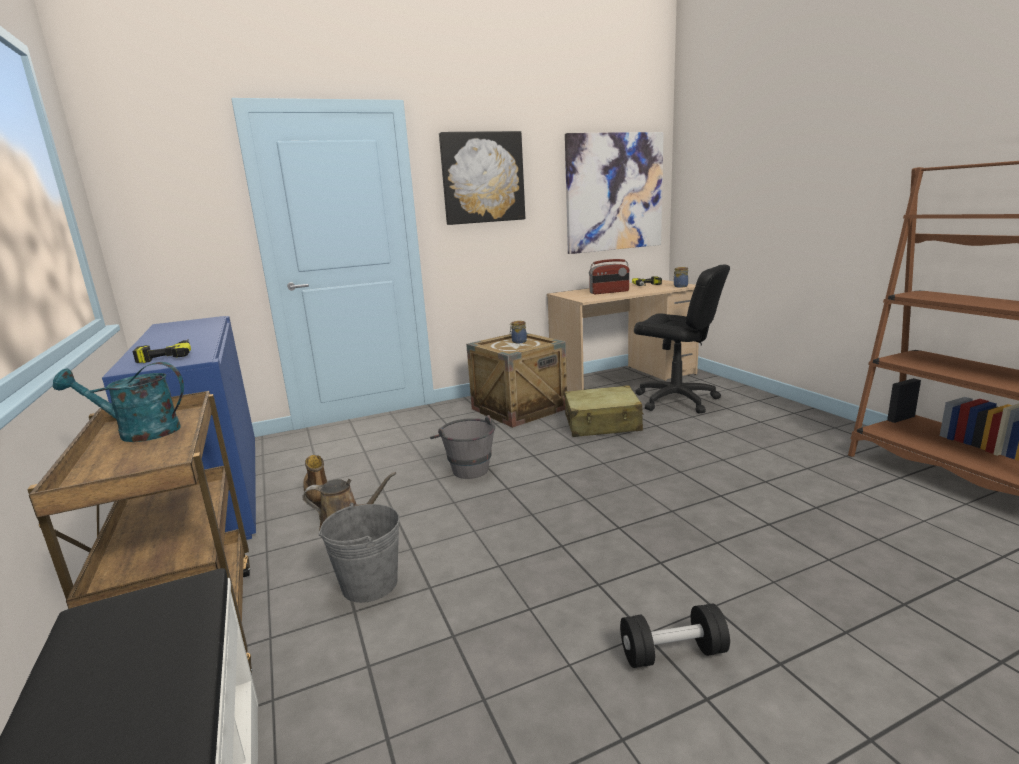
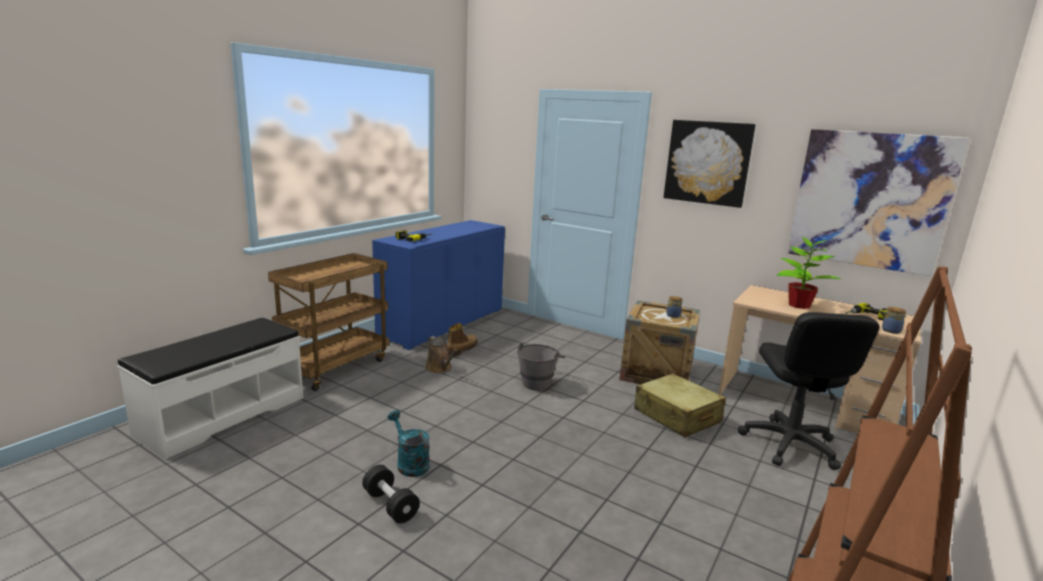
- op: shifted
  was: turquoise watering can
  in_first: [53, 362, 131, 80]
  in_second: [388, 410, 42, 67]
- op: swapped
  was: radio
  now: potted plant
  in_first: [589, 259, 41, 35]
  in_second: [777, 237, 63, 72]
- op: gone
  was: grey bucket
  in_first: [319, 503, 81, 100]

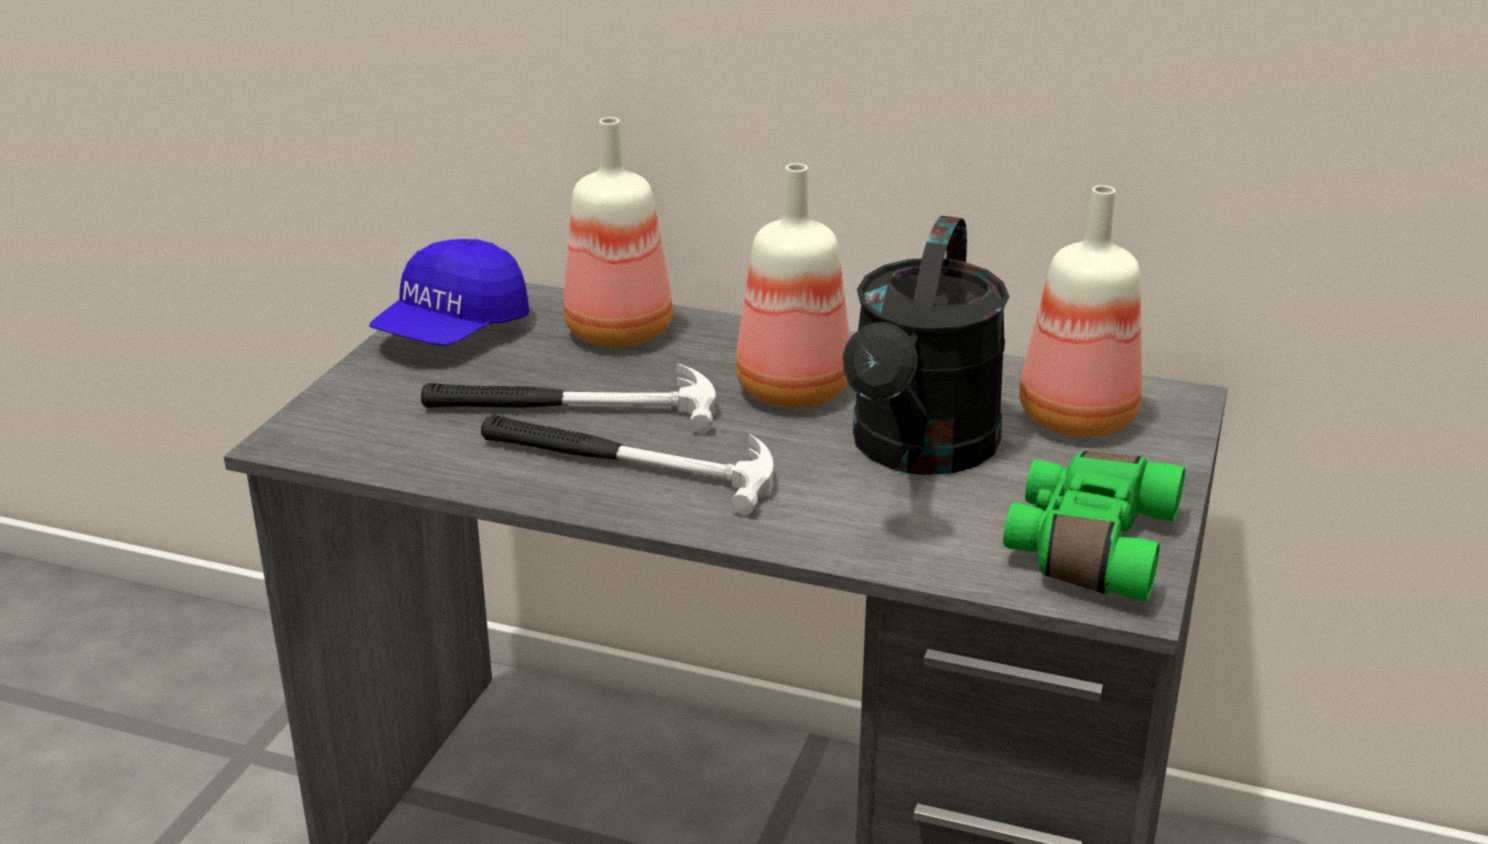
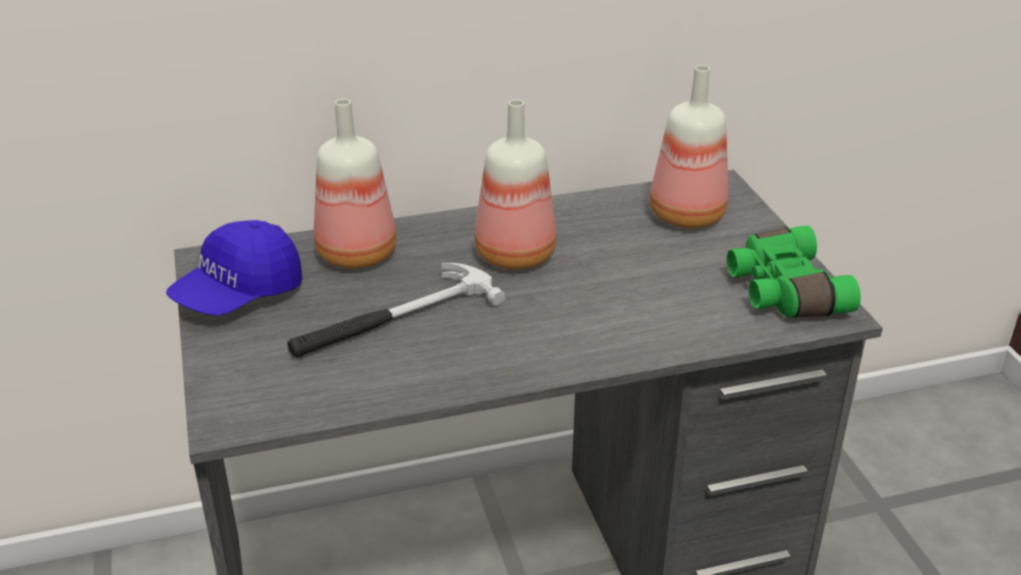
- op: rotated
  was: blue cap
  in_first: [369, 239, 160, 107]
  in_second: [166, 220, 137, 96]
  clockwise: 45
- op: gone
  was: hammer
  in_first: [481, 415, 292, 101]
- op: gone
  was: black watering can
  in_first: [843, 216, 166, 259]

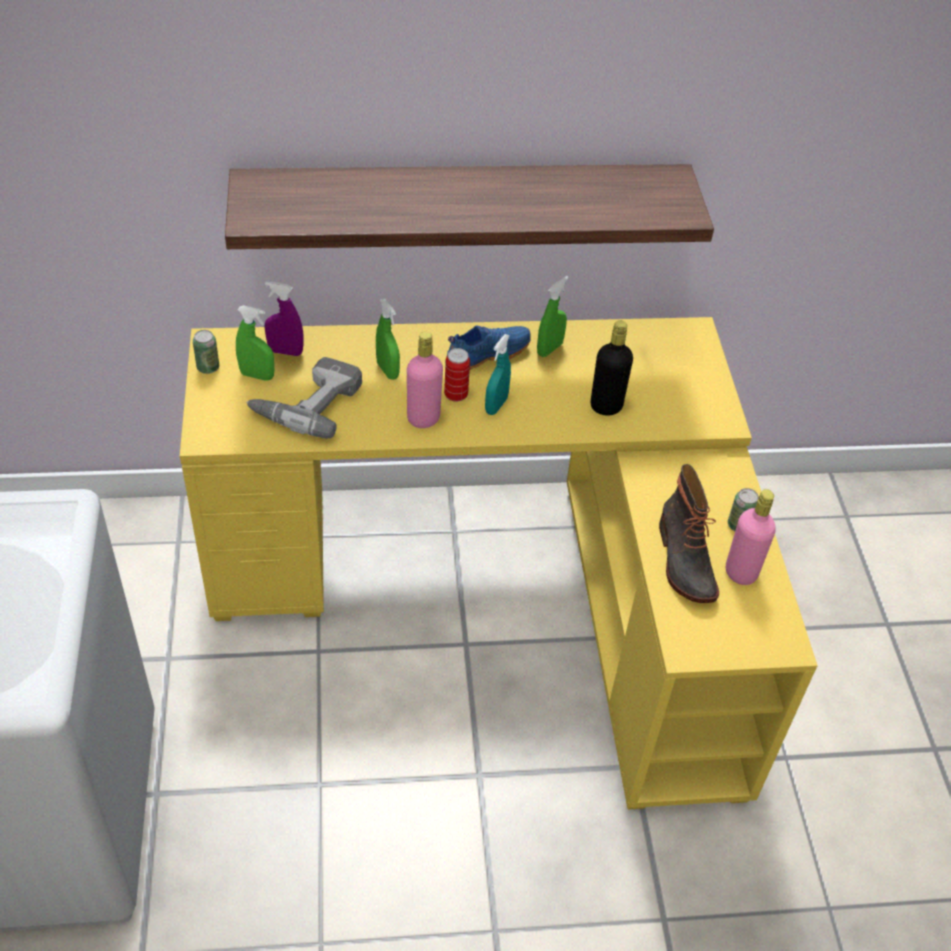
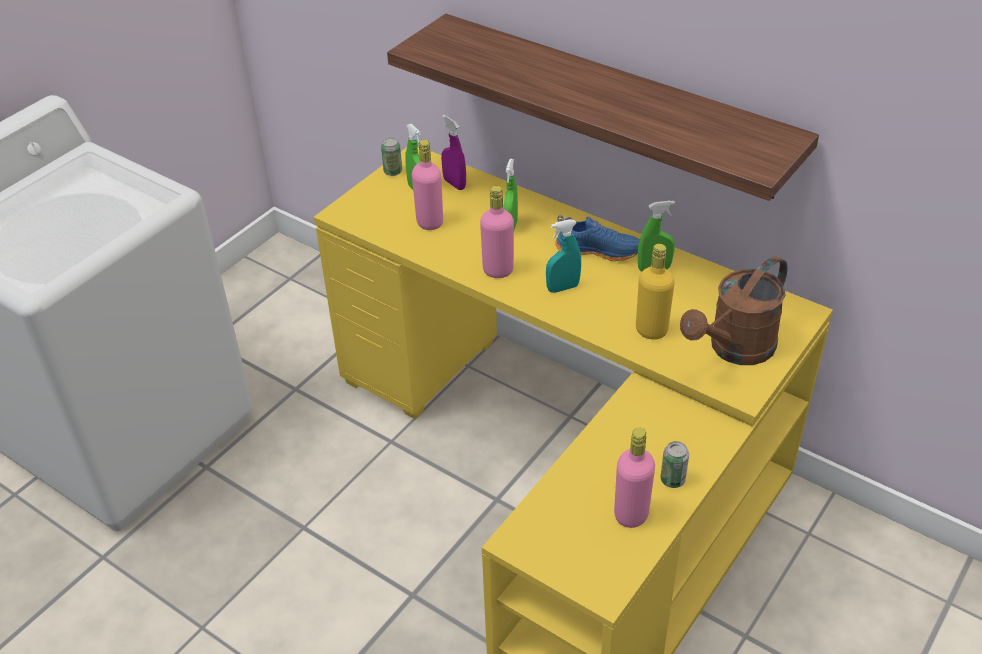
- op: swapped
  was: power drill
  now: pink bottle
  in_first: [246, 357, 116, 82]
  in_second: [412, 139, 31, 91]
- op: repainted
  was: black bottle
  now: yellow bottle
  in_first: [590, 321, 43, 95]
  in_second: [636, 244, 39, 96]
- op: new
  now: brown watering can
  in_second: [680, 256, 108, 109]
- op: gone
  was: can
  in_first: [444, 348, 26, 54]
- op: gone
  was: boot
  in_first: [659, 464, 60, 139]

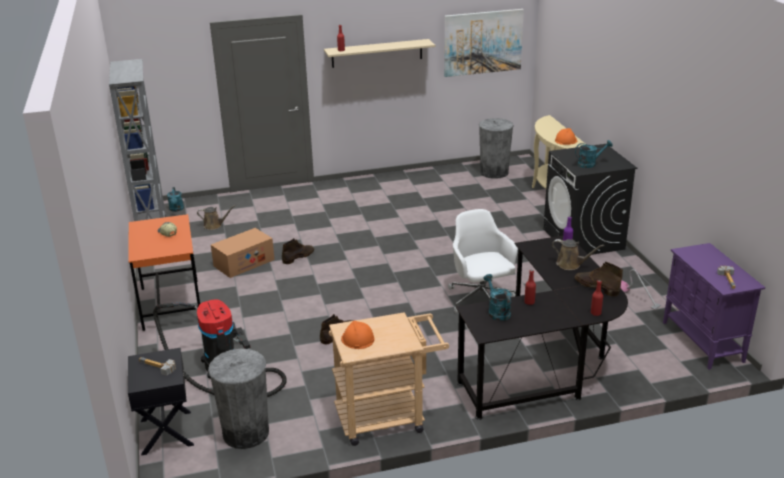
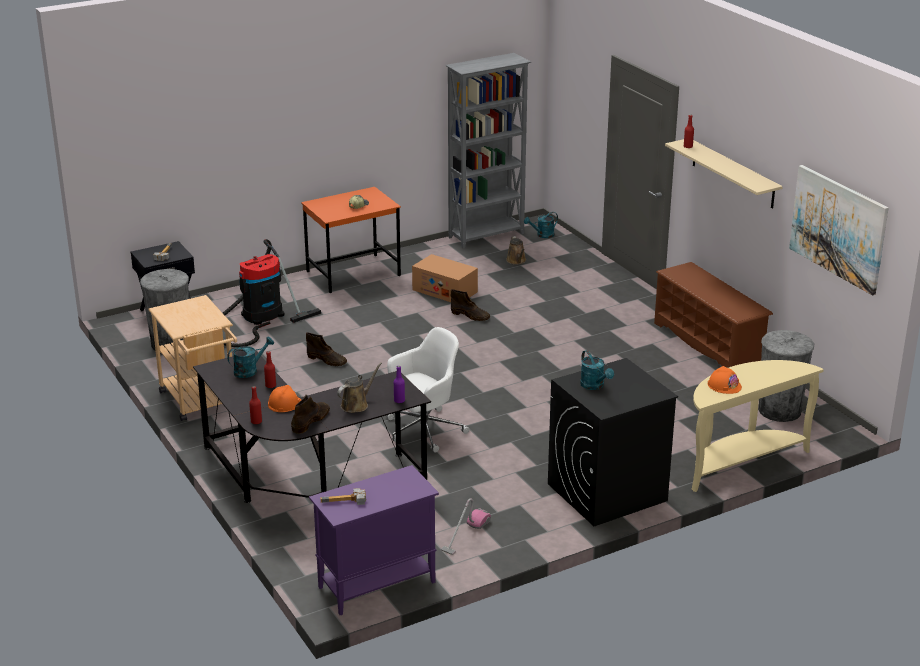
- op: shifted
  was: orange hard hat
  in_first: [341, 321, 33, 28]
  in_second: [268, 385, 33, 27]
- op: rotated
  was: brown watering can
  in_first: [552, 239, 52, 31]
  in_second: [337, 362, 45, 51]
  clockwise: -150
- op: new
  now: brown shoe rack
  in_second: [654, 262, 119, 106]

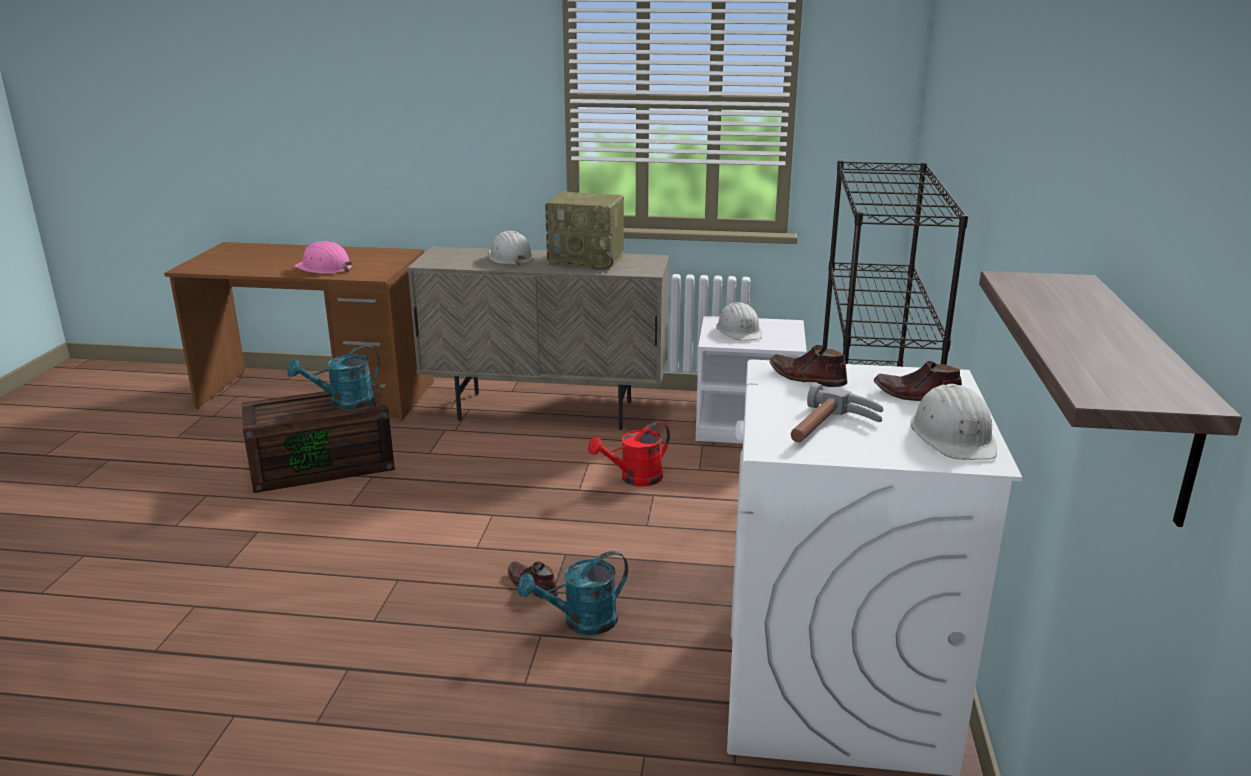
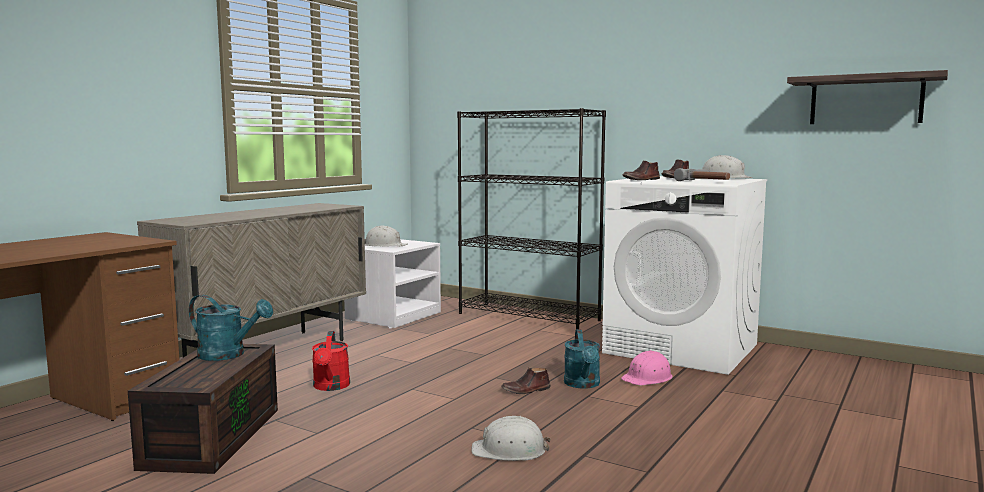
- op: rotated
  was: turquoise watering can
  in_first: [287, 345, 93, 65]
  in_second: [189, 294, 84, 67]
  clockwise: -60
- op: shifted
  was: red watering can
  in_first: [588, 421, 82, 66]
  in_second: [312, 331, 38, 60]
- op: shifted
  was: white hard hat
  in_first: [489, 231, 45, 35]
  in_second: [471, 416, 79, 45]
- op: shifted
  was: pink hard hat
  in_first: [295, 241, 57, 33]
  in_second: [621, 350, 51, 35]
- op: gone
  was: radio
  in_first: [545, 191, 79, 79]

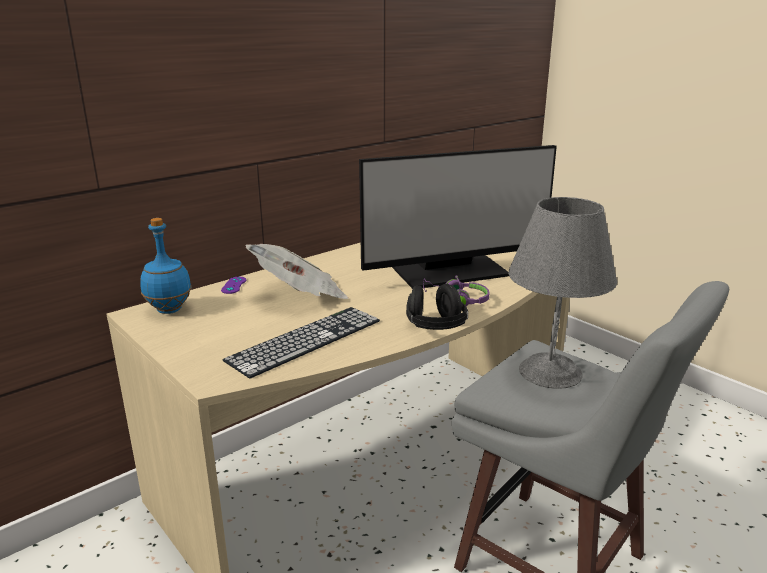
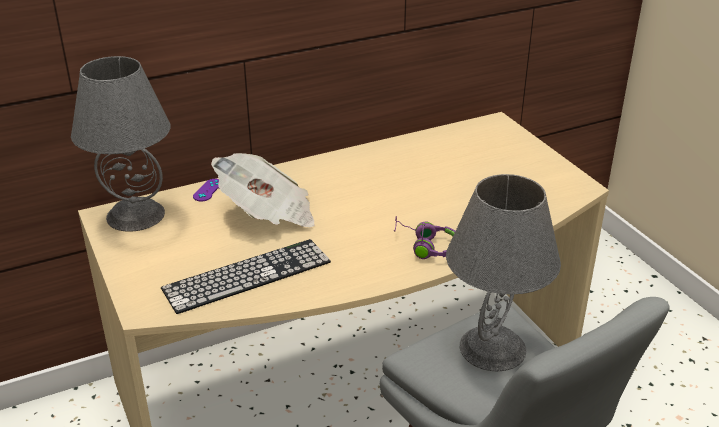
- op: swapped
  was: blue bottle
  now: grey table lamp
  in_first: [140, 218, 52, 96]
  in_second: [71, 56, 100, 176]
- op: gone
  was: monitor
  in_first: [359, 145, 198, 144]
- op: gone
  was: black headphones
  in_first: [406, 284, 62, 46]

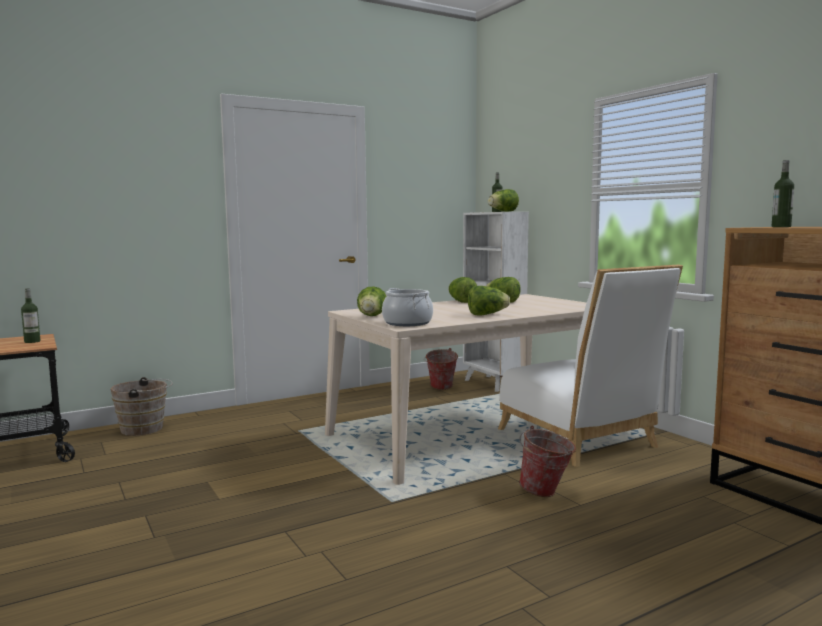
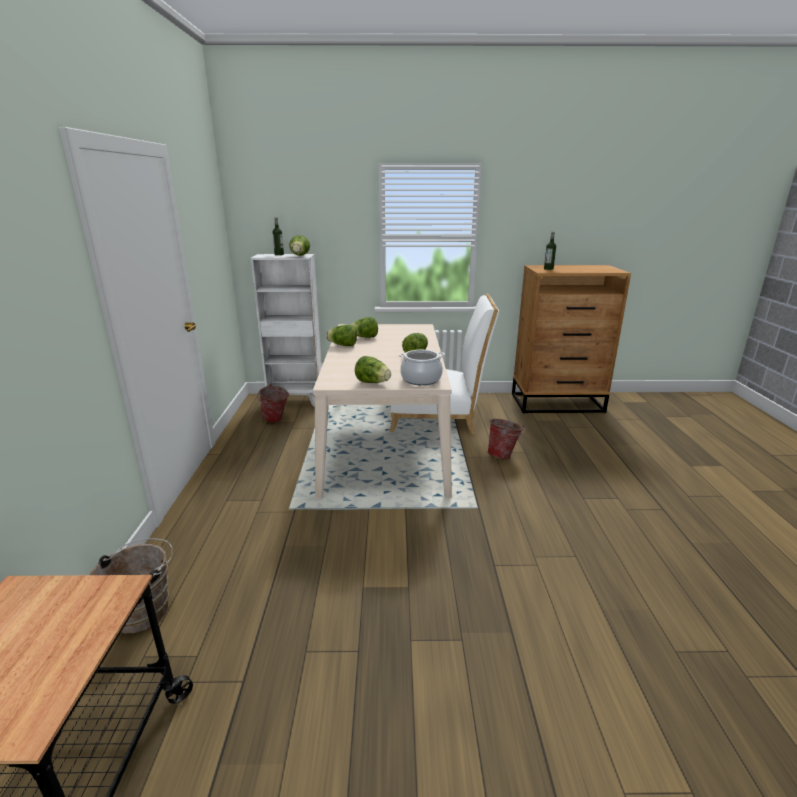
- op: gone
  was: bottle
  in_first: [21, 288, 19, 55]

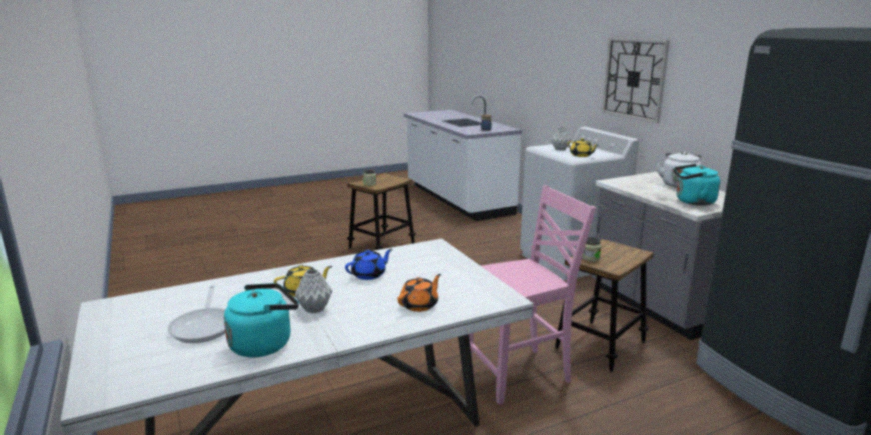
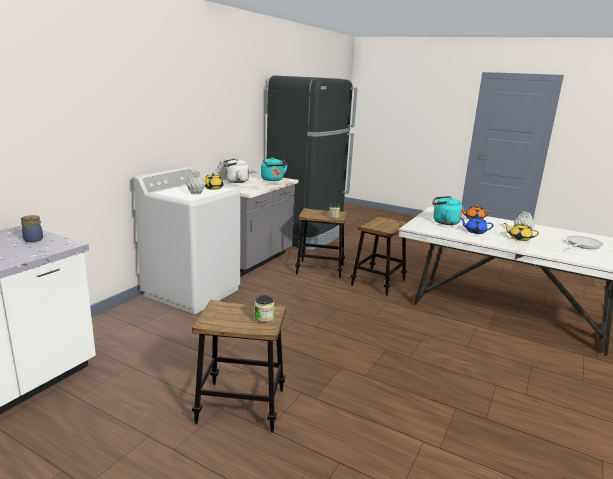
- op: swapped
  was: pink chair
  now: stool
  in_first: [469, 185, 127, 220]
  in_second: [351, 216, 57, 80]
- op: shifted
  was: turquoise kettle
  in_first: [224, 283, 75, 74]
  in_second: [432, 196, 31, 29]
- op: gone
  was: wall clock
  in_first: [602, 38, 68, 85]

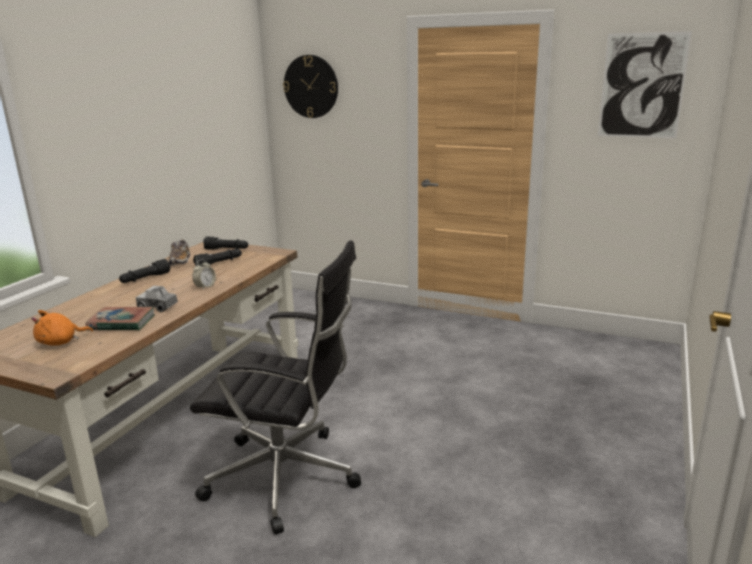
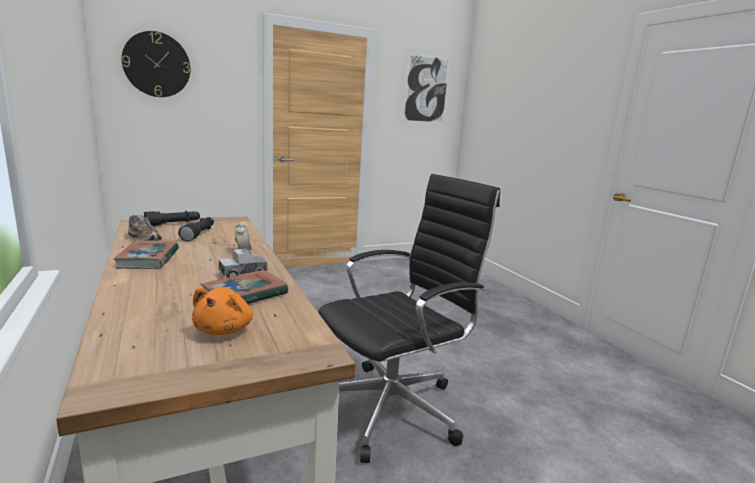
- op: swapped
  was: black flashlight
  now: book
  in_first: [119, 259, 52, 24]
  in_second: [113, 240, 66, 29]

